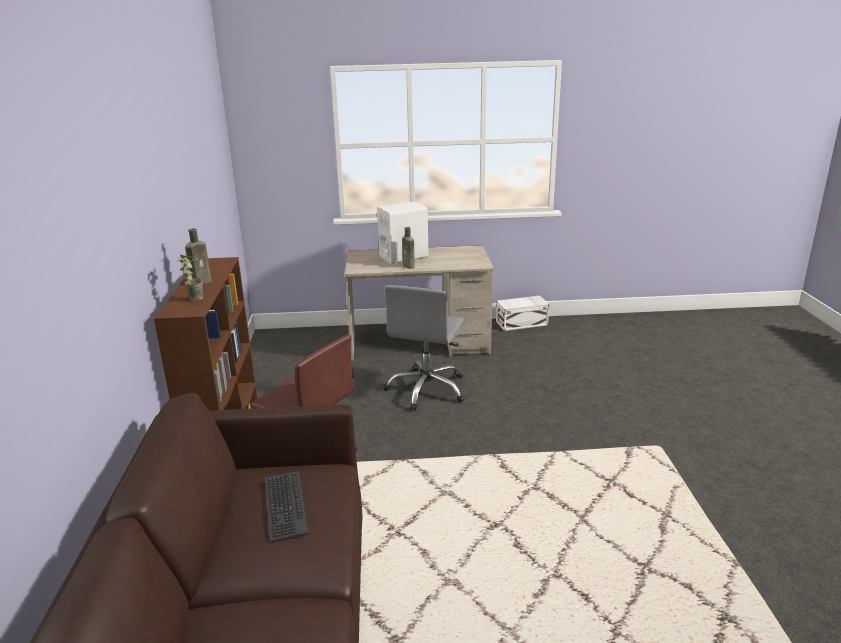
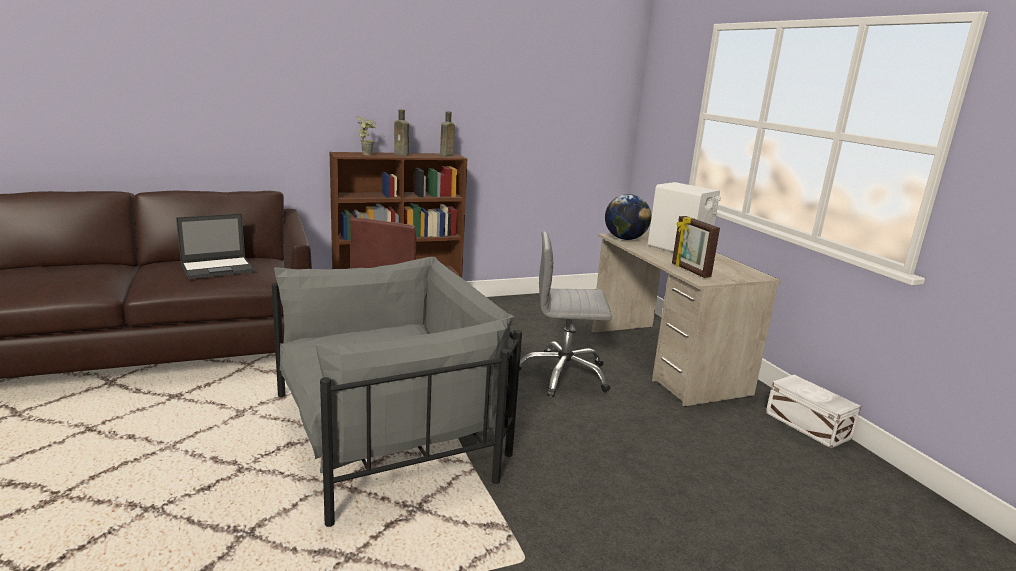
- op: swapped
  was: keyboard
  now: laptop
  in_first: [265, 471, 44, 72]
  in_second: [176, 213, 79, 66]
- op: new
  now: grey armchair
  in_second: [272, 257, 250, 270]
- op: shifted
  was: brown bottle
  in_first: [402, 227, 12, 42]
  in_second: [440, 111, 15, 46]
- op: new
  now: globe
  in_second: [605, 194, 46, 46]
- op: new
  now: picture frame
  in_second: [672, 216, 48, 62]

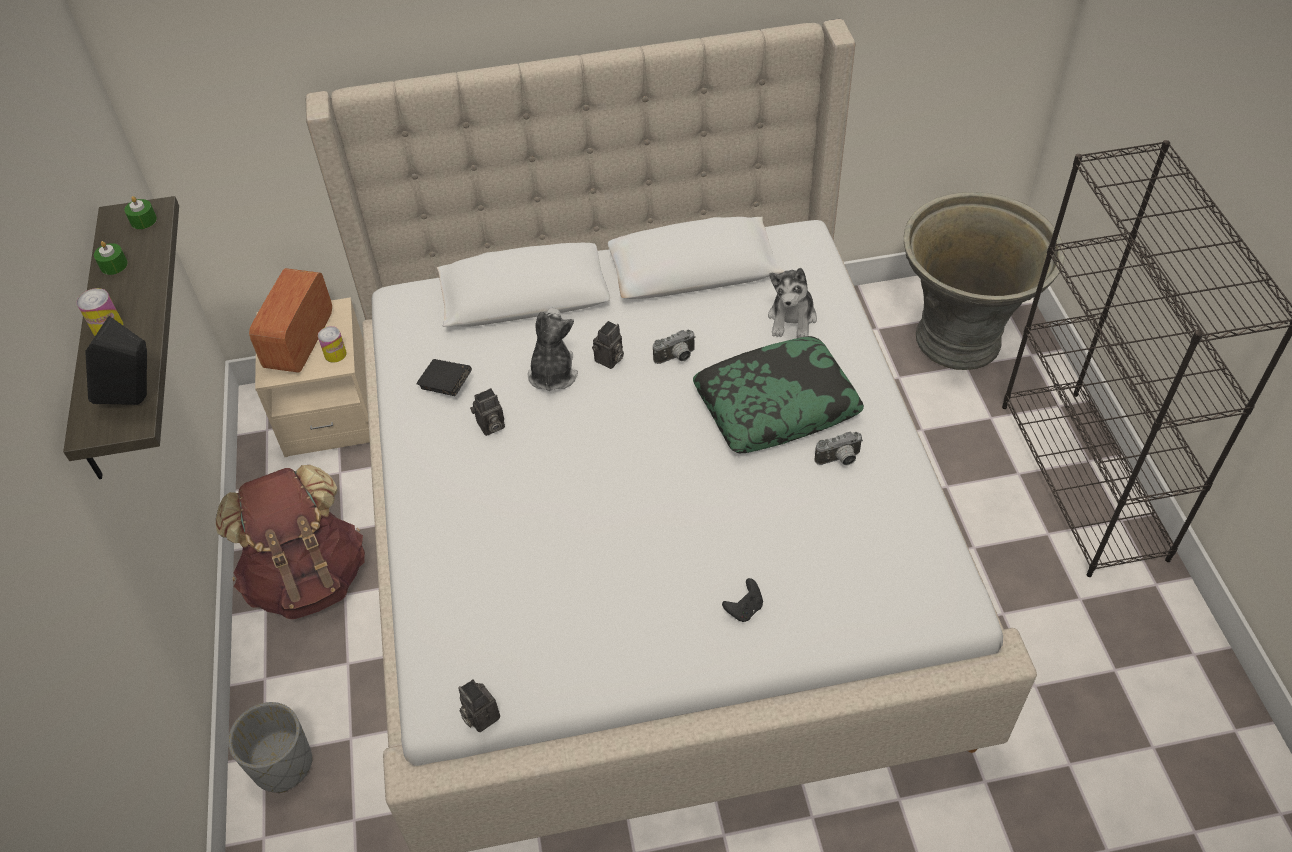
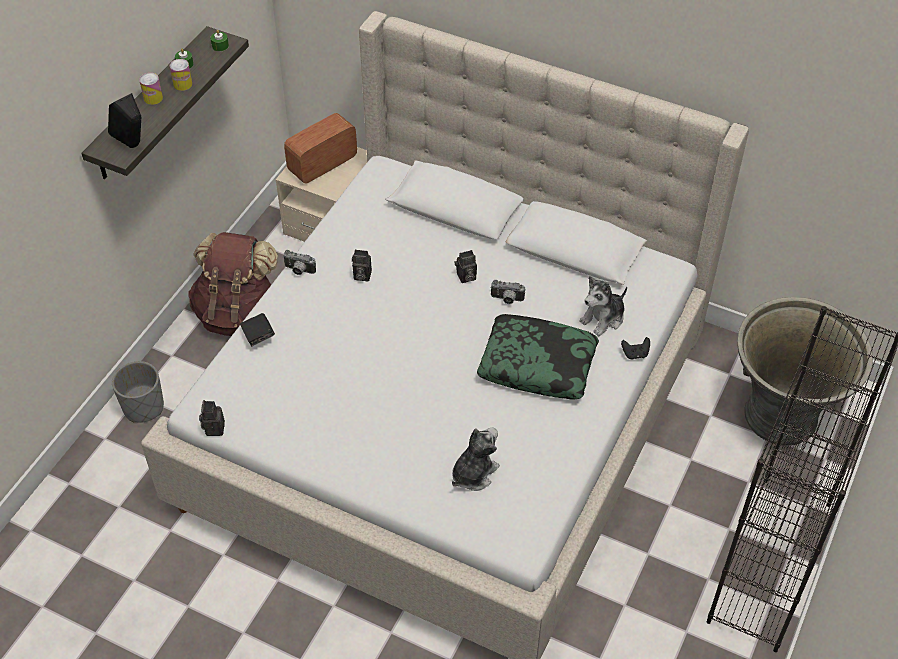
- op: shifted
  was: can
  in_first: [318, 326, 29, 37]
  in_second: [170, 59, 22, 32]
- op: shifted
  was: black book
  in_first: [416, 359, 56, 37]
  in_second: [240, 313, 35, 33]
- op: shifted
  was: photo camera
  in_first: [815, 432, 48, 34]
  in_second: [283, 250, 33, 25]
- op: shifted
  was: plush toy
  in_first: [528, 308, 50, 83]
  in_second: [452, 427, 48, 64]
- op: shifted
  was: black game controller
  in_first: [722, 578, 41, 44]
  in_second: [621, 337, 29, 22]

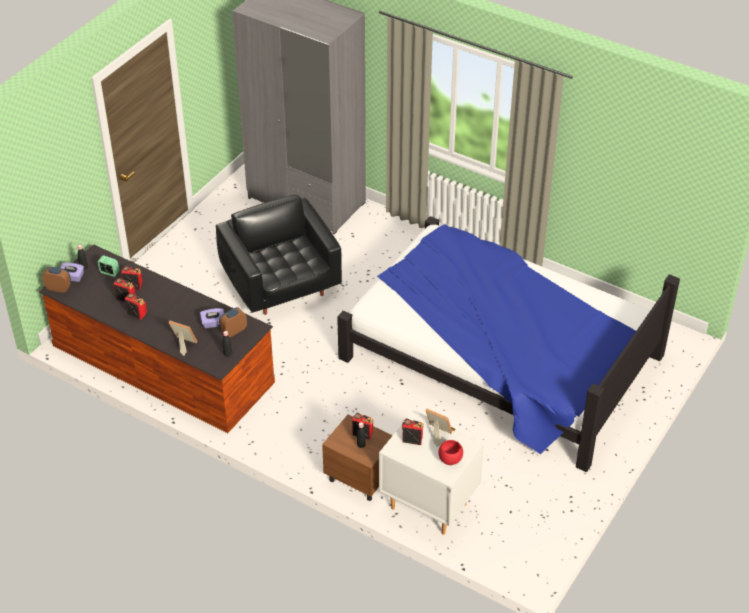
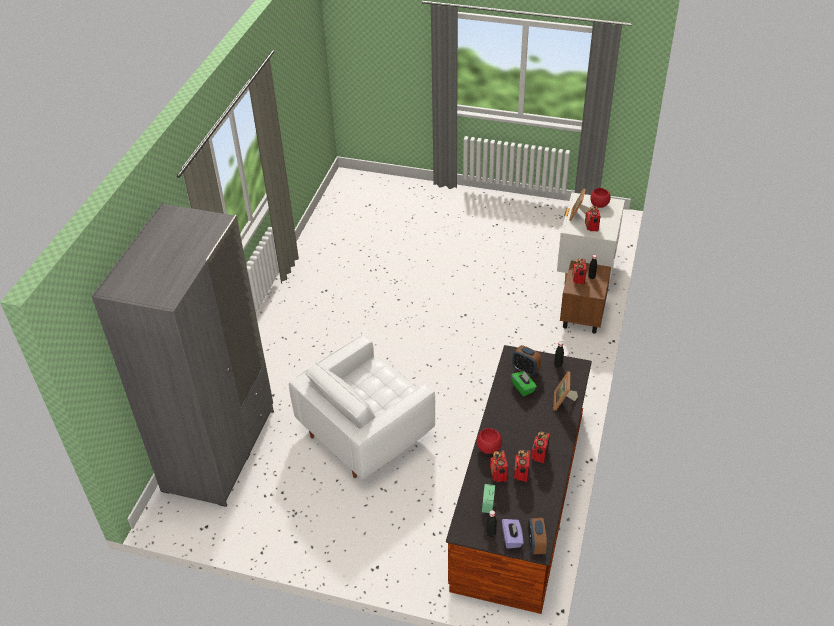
- op: repainted
  was: black armchair
  now: white armchair
  in_first: [216, 194, 126, 121]
  in_second: [289, 335, 146, 144]
- op: new
  now: red bowl
  in_second: [477, 428, 25, 26]
- op: repainted
  was: purple tissue box
  now: green tissue box
  in_first: [200, 308, 24, 20]
  in_second: [511, 371, 26, 25]
- op: gone
  was: bed
  in_first: [337, 216, 343, 256]

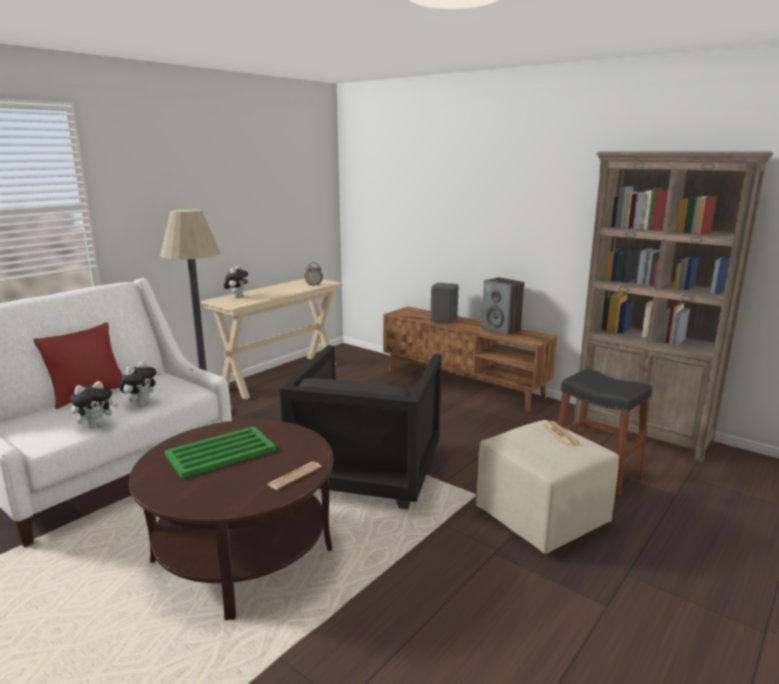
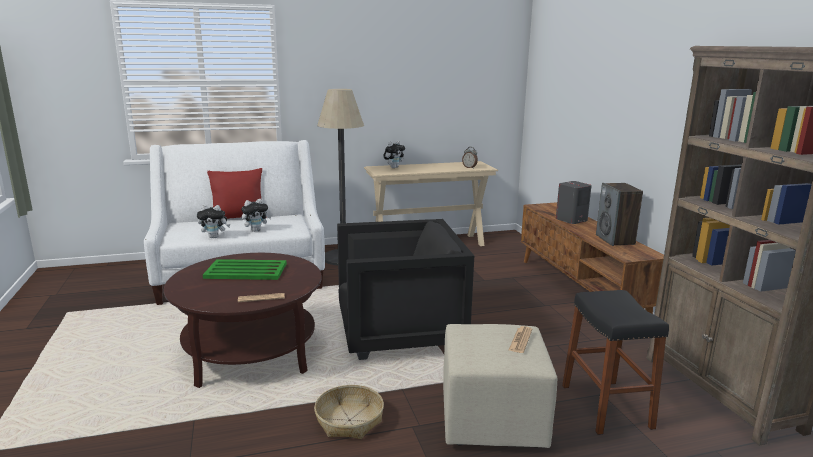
- op: new
  now: basket
  in_second: [314, 385, 70, 54]
- op: rotated
  was: black armchair
  in_first: [280, 345, 162, 164]
  in_second: [337, 219, 137, 141]
  clockwise: -150

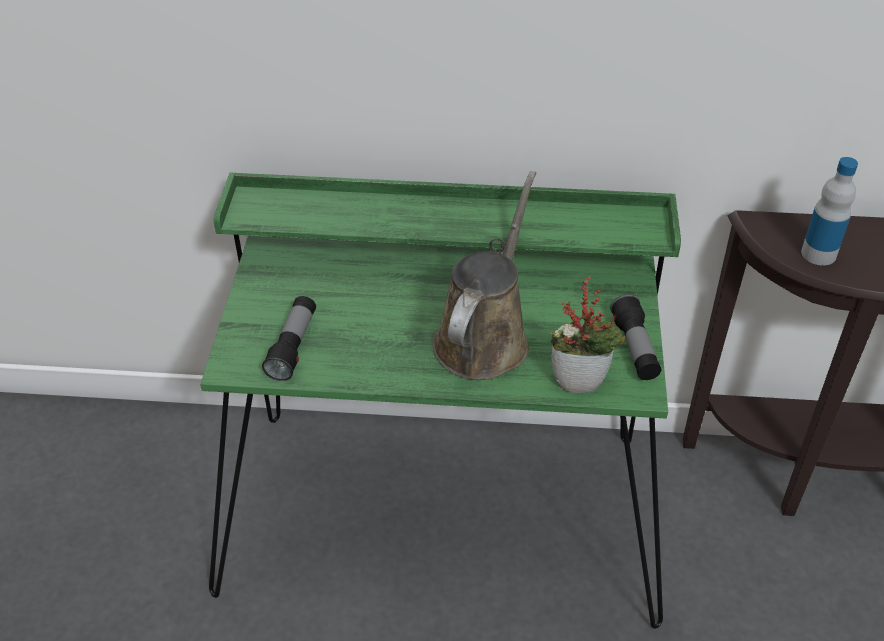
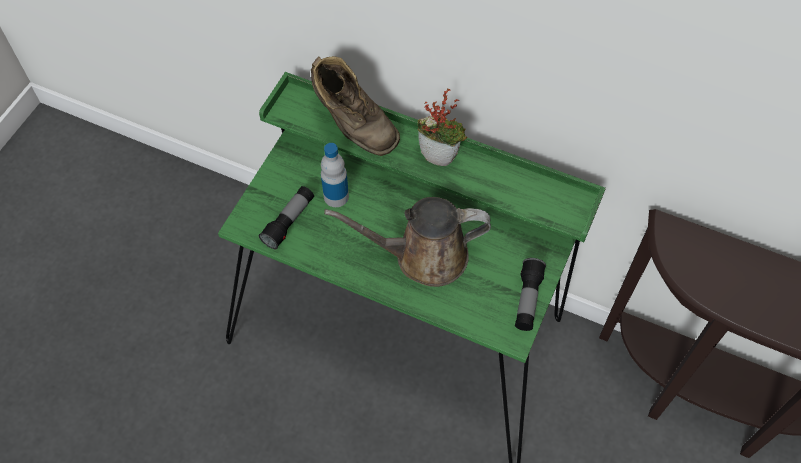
- op: new
  now: brown boot
  in_second: [311, 56, 89, 100]
- op: shifted
  was: bottle
  in_first: [801, 157, 57, 109]
  in_second: [321, 143, 28, 64]
- op: rotated
  was: brown watering can
  in_first: [433, 171, 103, 209]
  in_second: [324, 197, 167, 90]
  clockwise: -135
- op: shifted
  was: potted plant
  in_first: [550, 277, 76, 116]
  in_second: [417, 88, 50, 78]

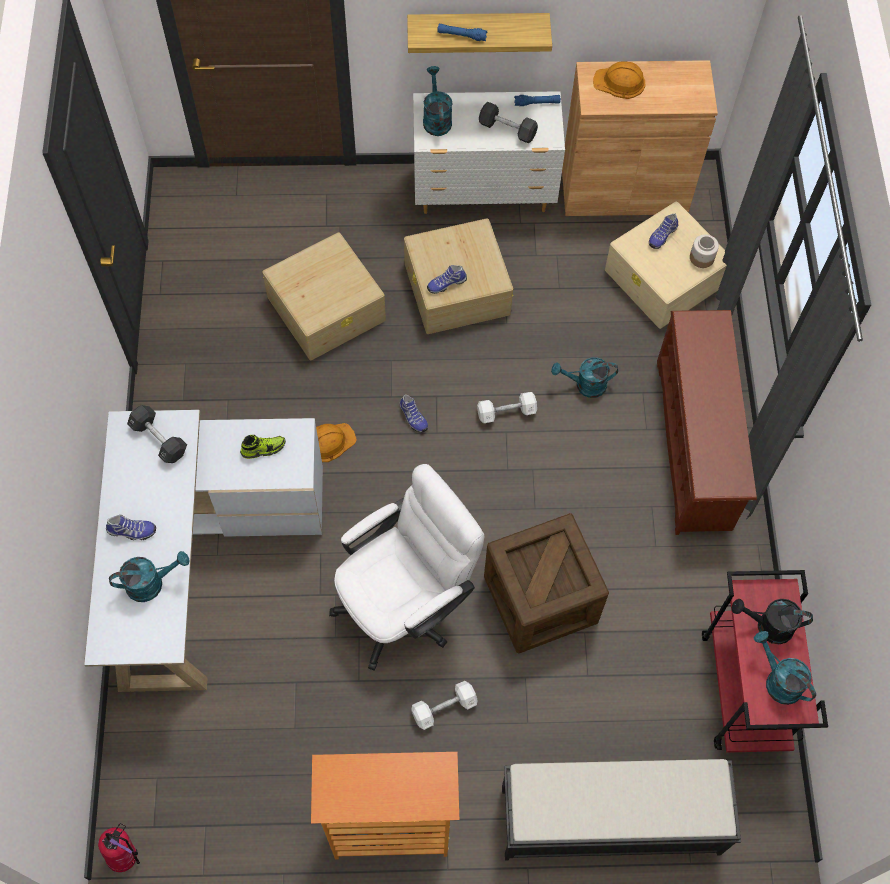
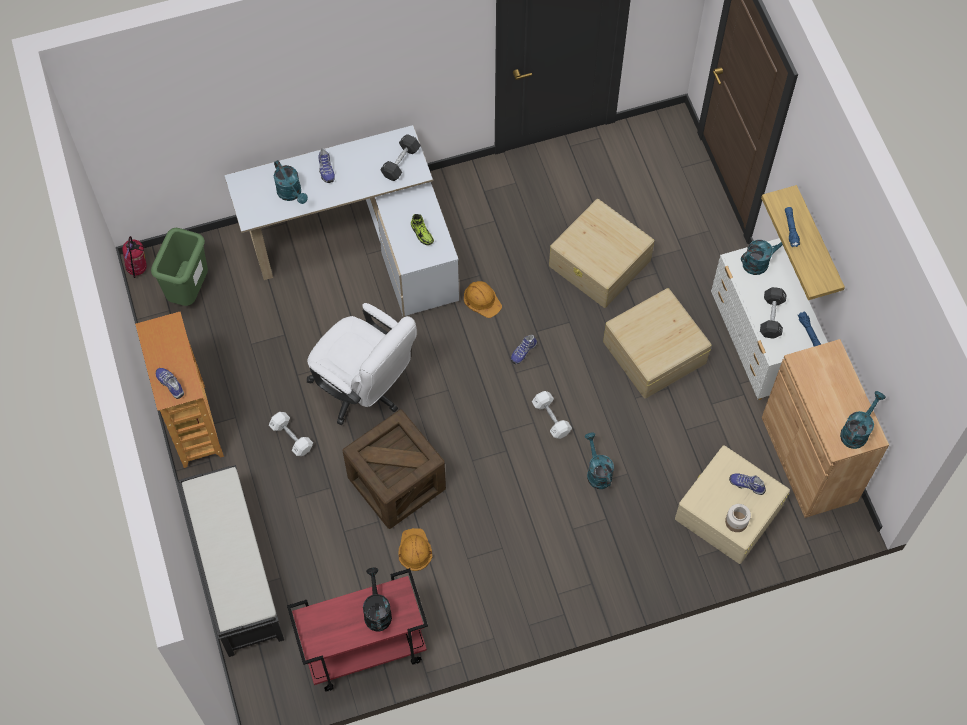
- op: new
  now: green trash can
  in_second: [151, 228, 57, 78]
- op: shifted
  was: shoe
  in_first: [427, 265, 40, 29]
  in_second: [156, 368, 28, 31]
- op: shifted
  was: orange hard hat
  in_first: [593, 61, 52, 38]
  in_second: [398, 528, 34, 43]
- op: shifted
  was: turquoise watering can
  in_first: [754, 631, 62, 74]
  in_second: [840, 391, 46, 58]
- op: gone
  was: brown shoe rack
  in_first: [657, 310, 100, 225]

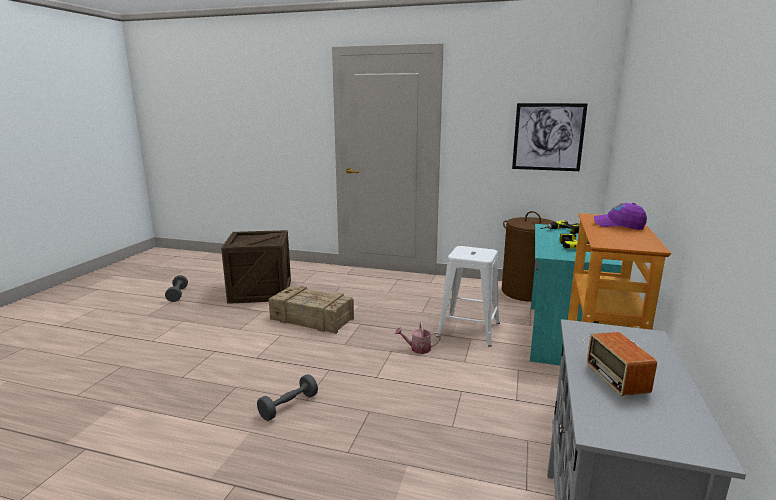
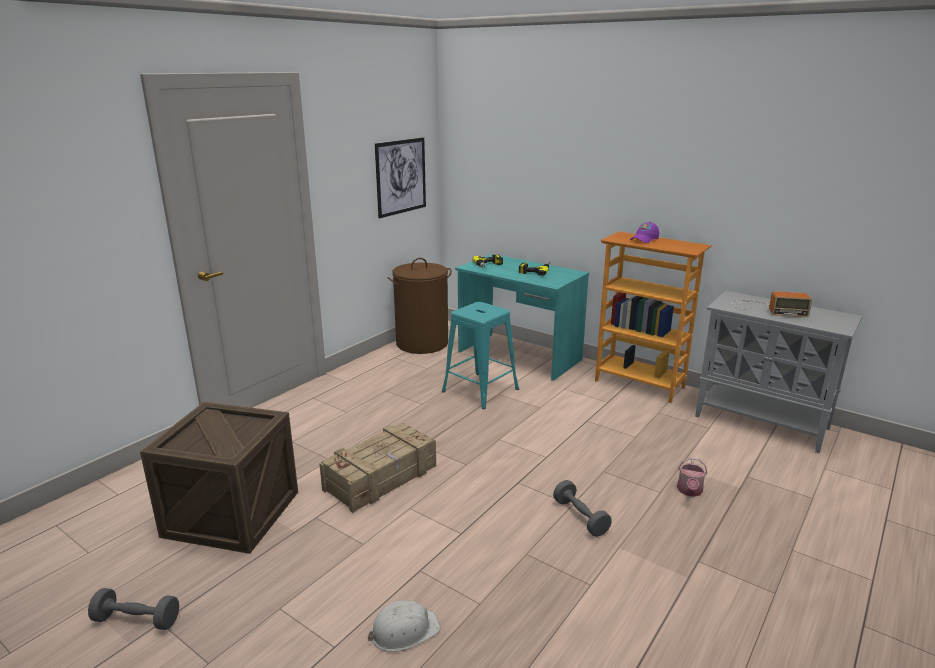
- op: new
  now: white hard hat
  in_second: [367, 600, 73, 52]
- op: repainted
  was: white stool
  now: turquoise stool
  in_first: [436, 246, 64, 101]
  in_second: [442, 302, 77, 107]
- op: shifted
  was: watering can
  in_first: [395, 322, 46, 32]
  in_second: [677, 457, 30, 40]

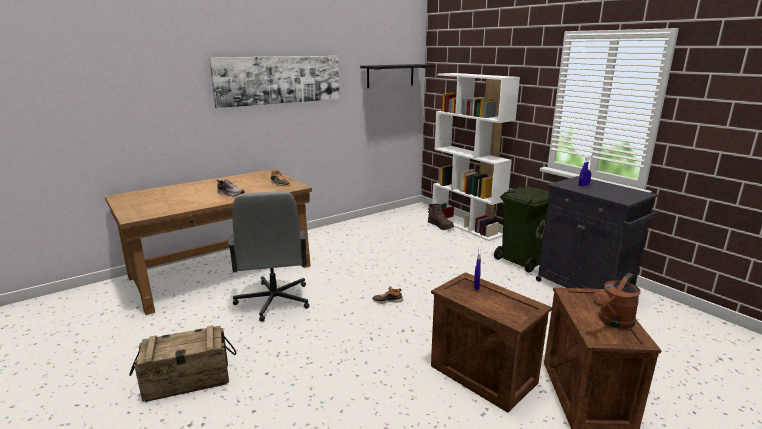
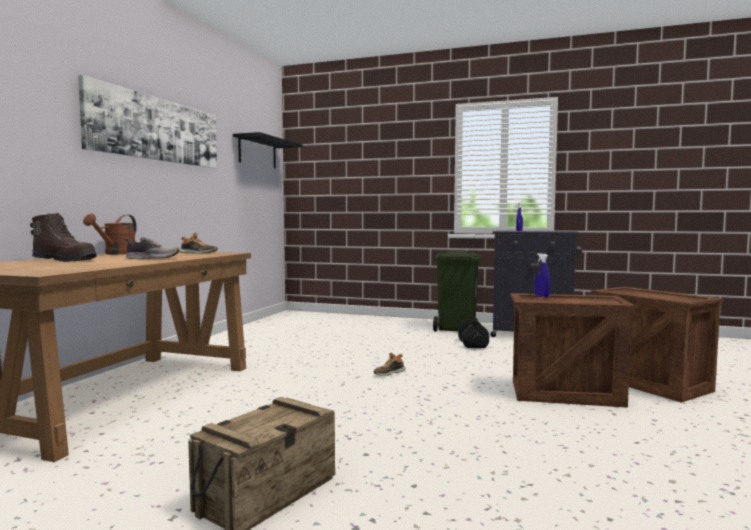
- op: shifted
  was: brown boot
  in_first: [428, 204, 26, 26]
  in_second: [30, 213, 67, 49]
- op: shifted
  was: brown watering can
  in_first: [593, 273, 48, 56]
  in_second: [83, 214, 54, 41]
- op: new
  now: black dumbbell
  in_second: [458, 319, 31, 29]
- op: gone
  was: grey office chair
  in_first: [228, 191, 81, 131]
- op: gone
  was: white bookcase
  in_first: [432, 73, 88, 168]

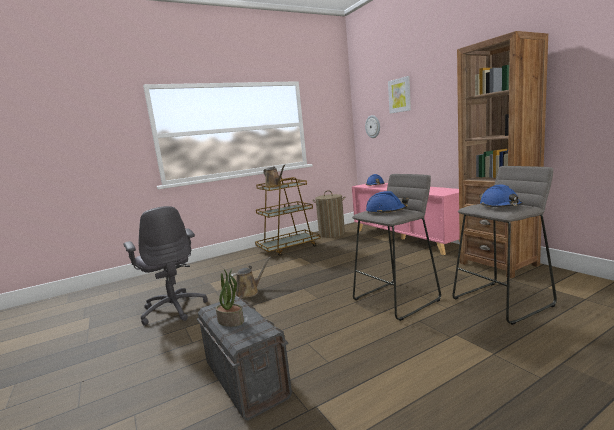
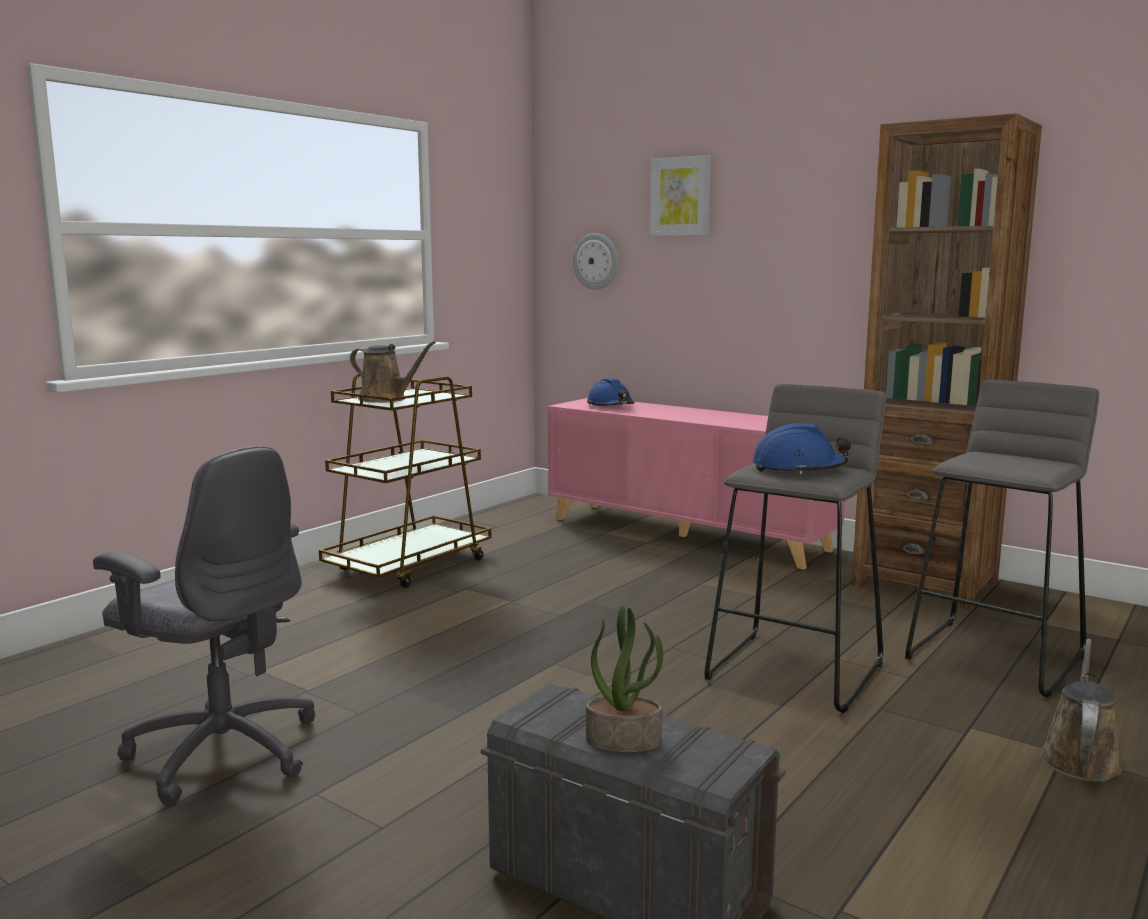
- op: shifted
  was: brown watering can
  in_first: [228, 257, 43, 41]
  in_second: [1039, 639, 83, 143]
- op: gone
  was: laundry basket
  in_first: [312, 190, 33, 48]
- op: gone
  was: blue hard hat
  in_first: [480, 184, 43, 23]

